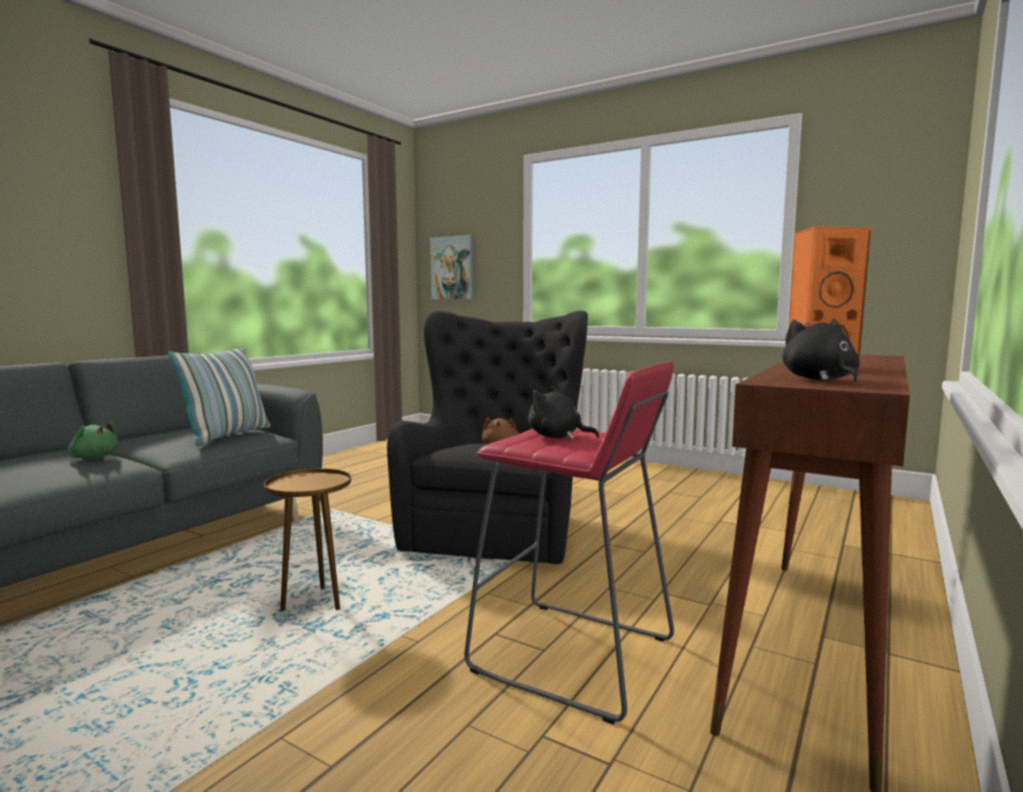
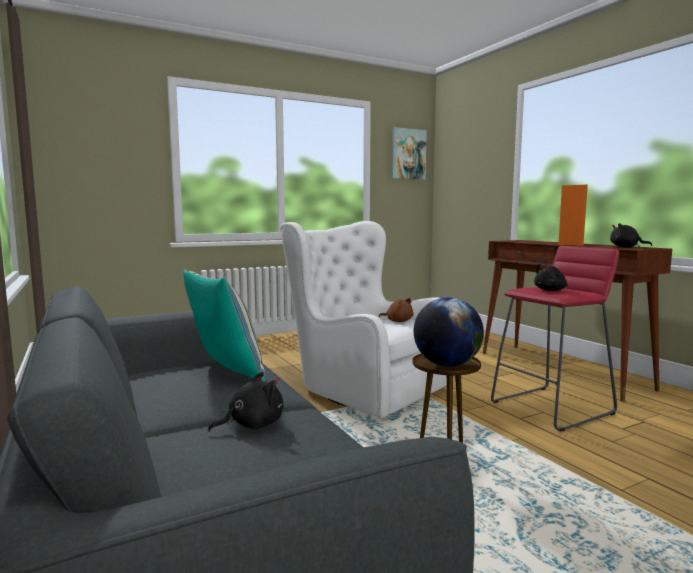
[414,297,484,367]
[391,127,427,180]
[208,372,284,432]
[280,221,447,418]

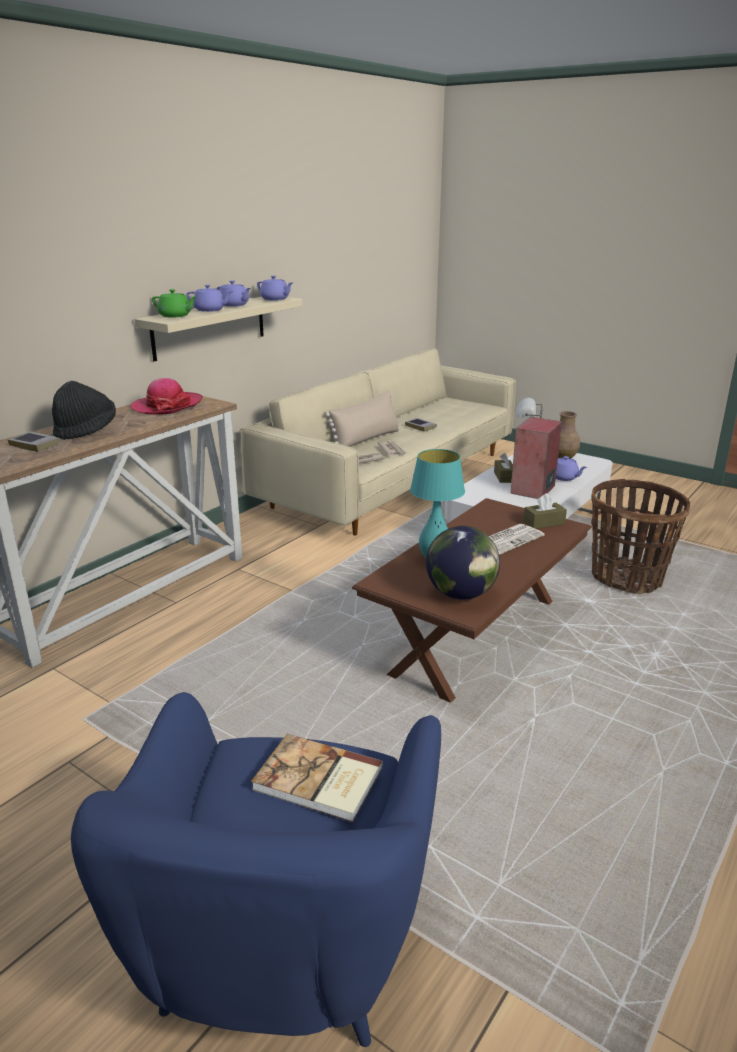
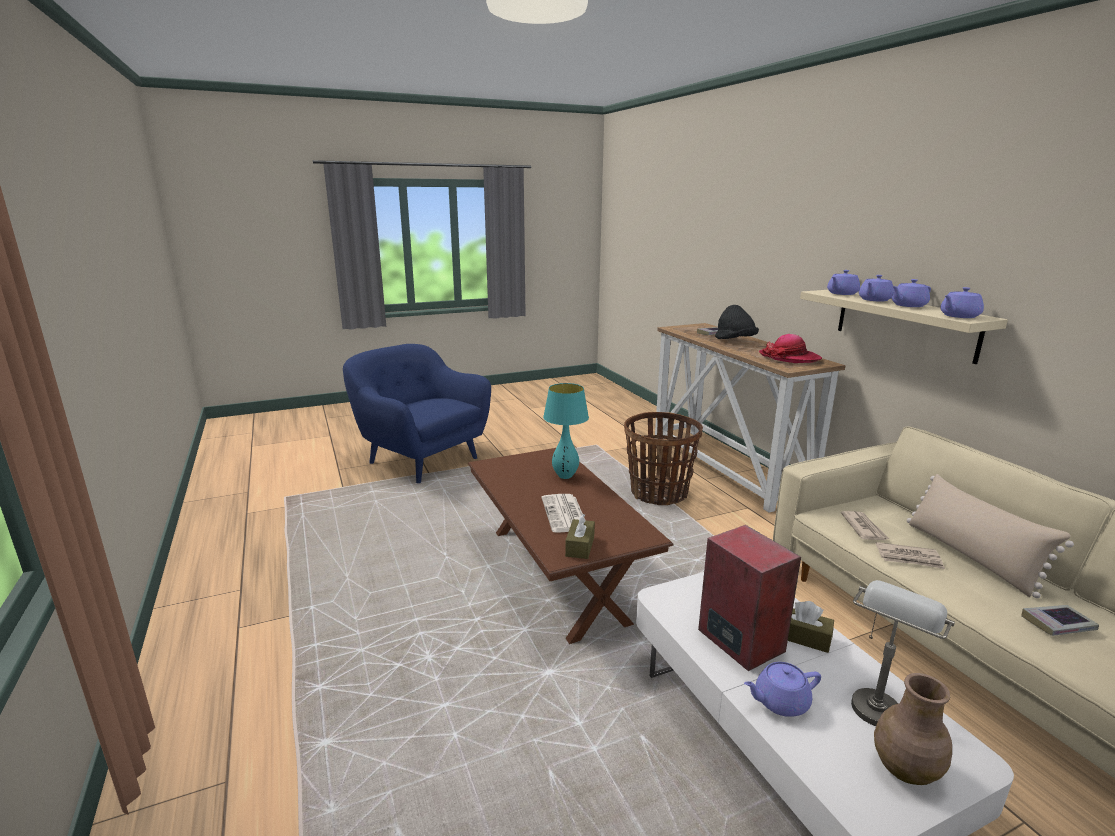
[251,734,383,822] (first image)
[426,526,500,600] (first image)
[624,412,703,505]
[827,270,860,295]

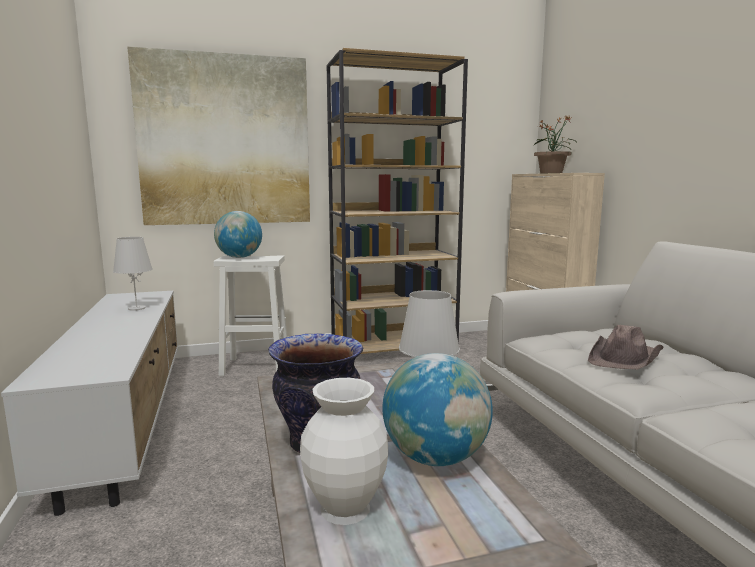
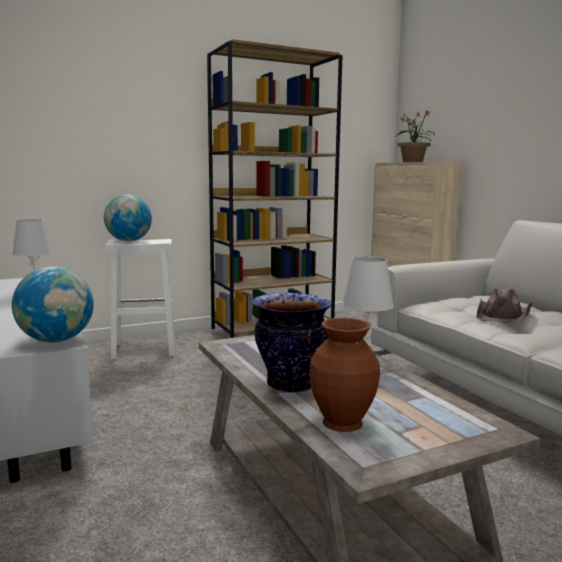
[127,47,310,225] (first image)
[12,266,94,342]
[309,318,380,432]

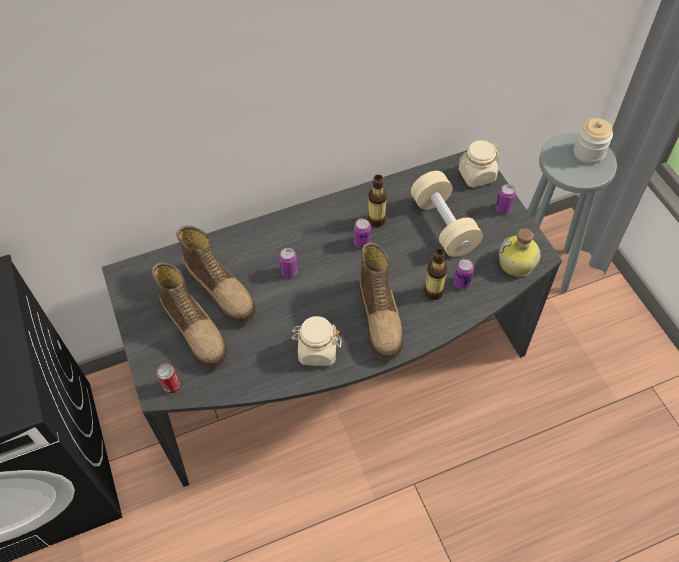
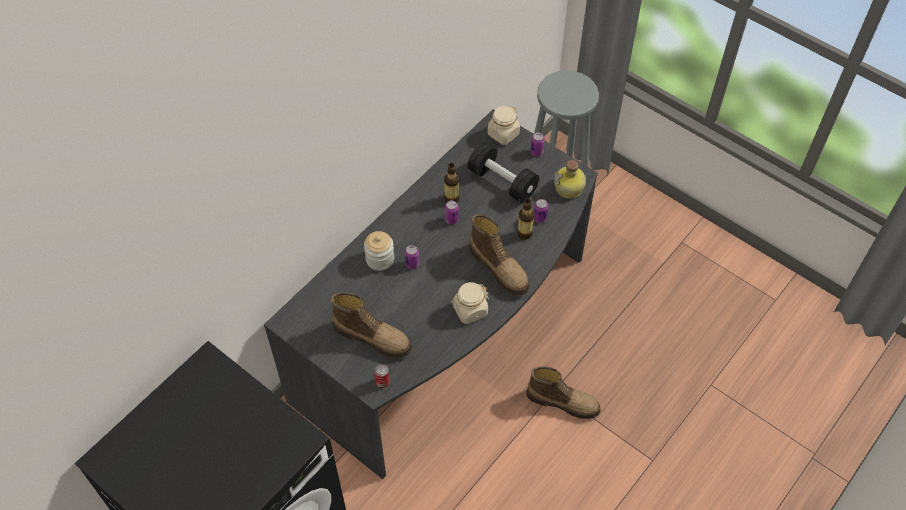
[527,366,601,419]
[364,231,394,271]
[468,142,539,203]

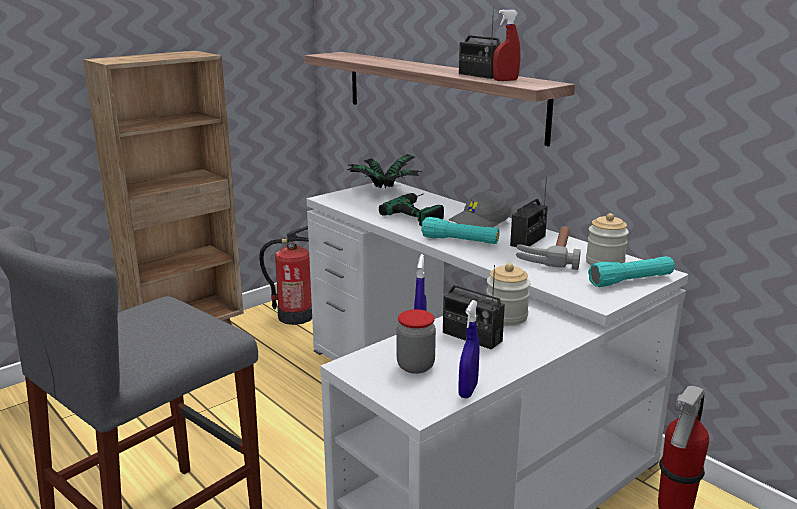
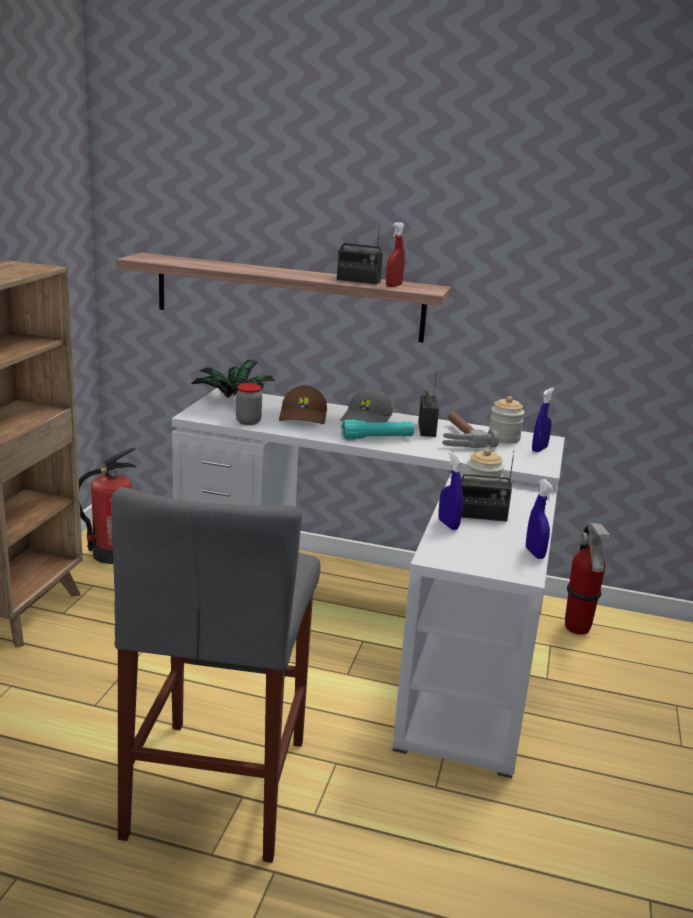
[236,383,262,425]
[279,385,327,424]
[532,388,554,452]

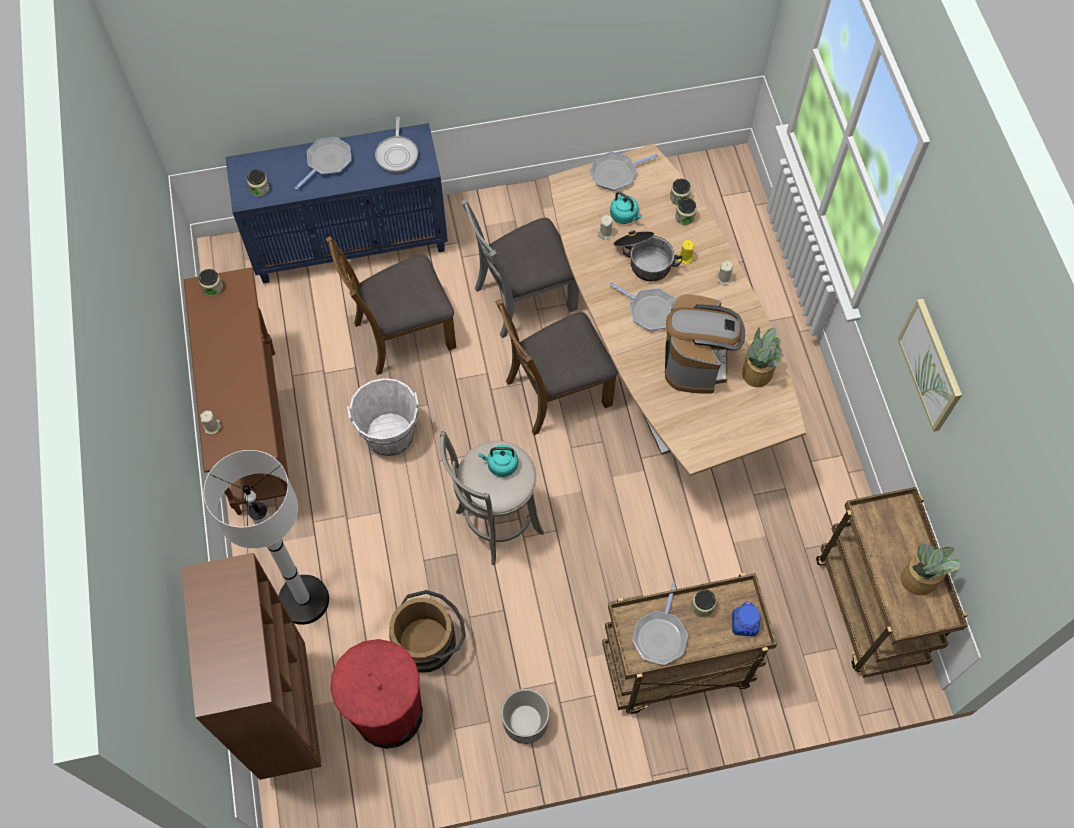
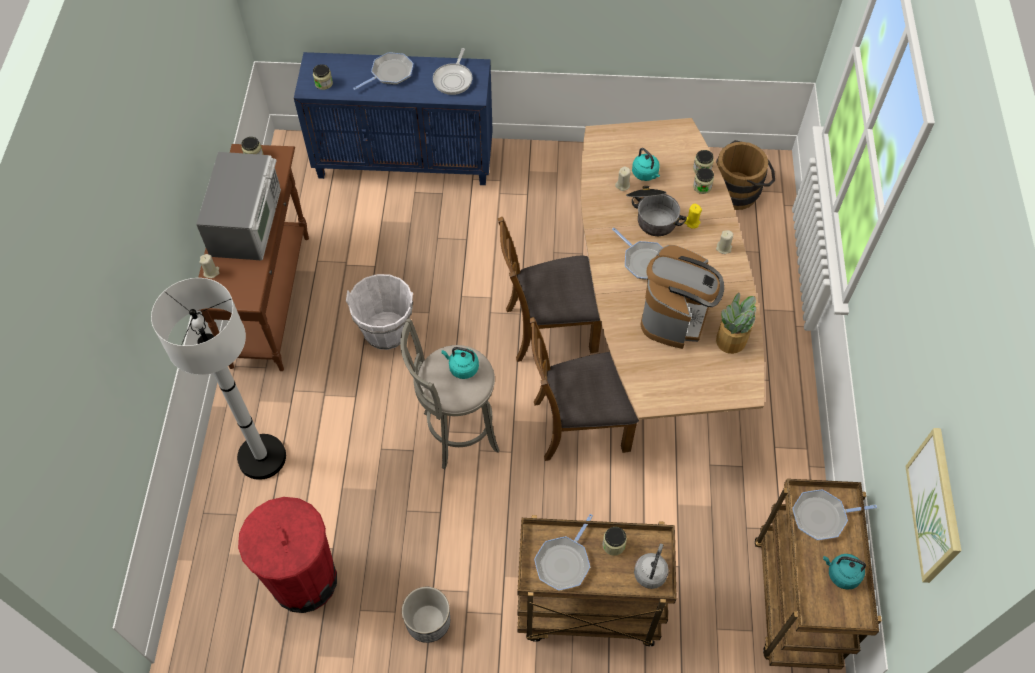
[181,553,321,780] (first image)
[461,198,579,338] (first image)
[196,152,281,260]
[529,317,639,461]
[716,140,775,210]
[792,489,877,540]
[905,428,961,583]
[634,544,669,589]
[823,554,866,590]

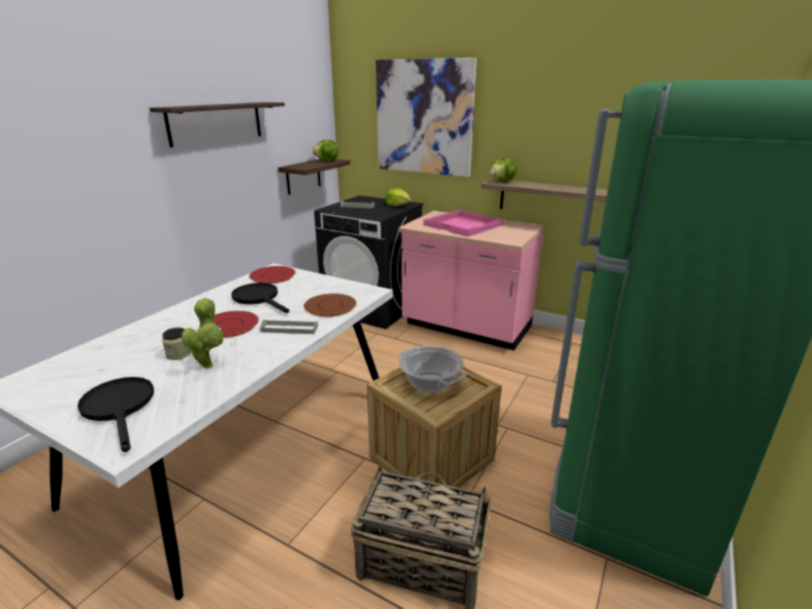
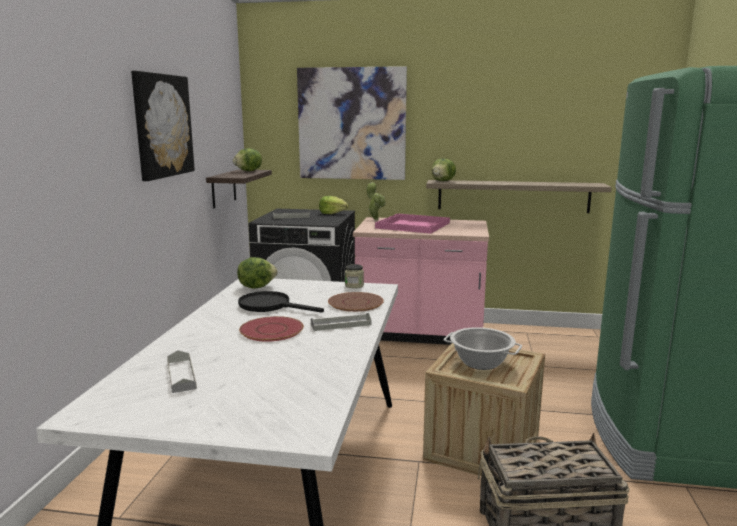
[77,377,154,452] (first image)
[167,350,197,393]
[345,264,364,288]
[366,182,386,220]
[131,71,195,181]
[237,257,278,289]

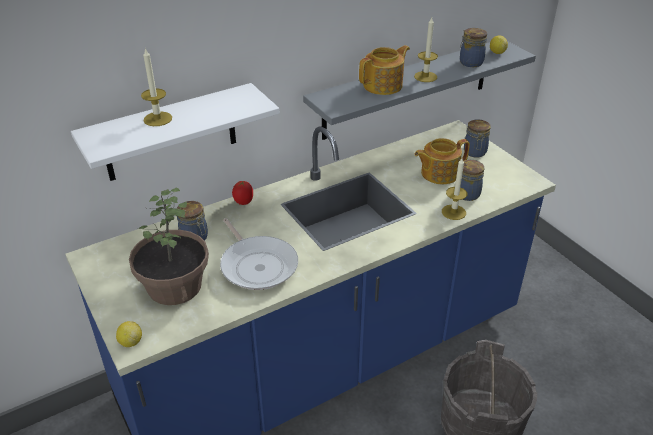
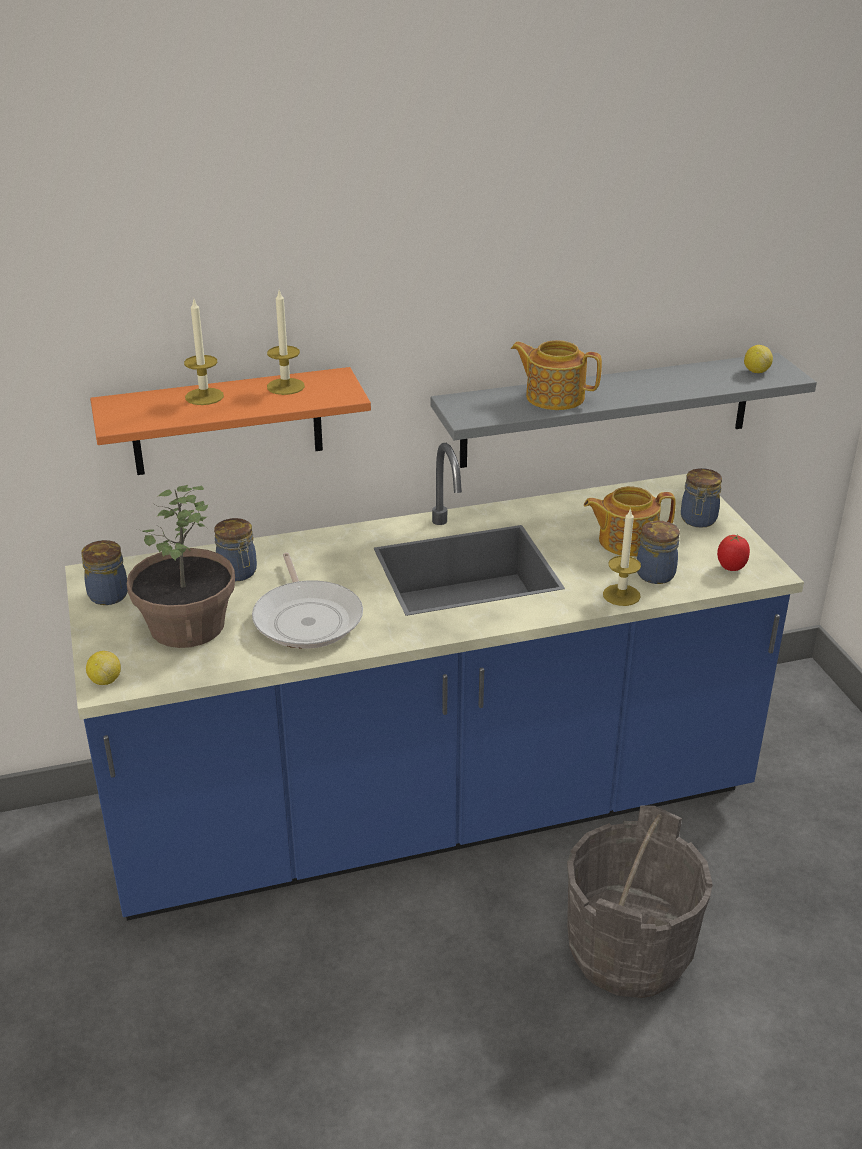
[717,534,750,571]
[267,291,305,395]
[81,540,128,605]
[90,367,371,475]
[511,340,602,410]

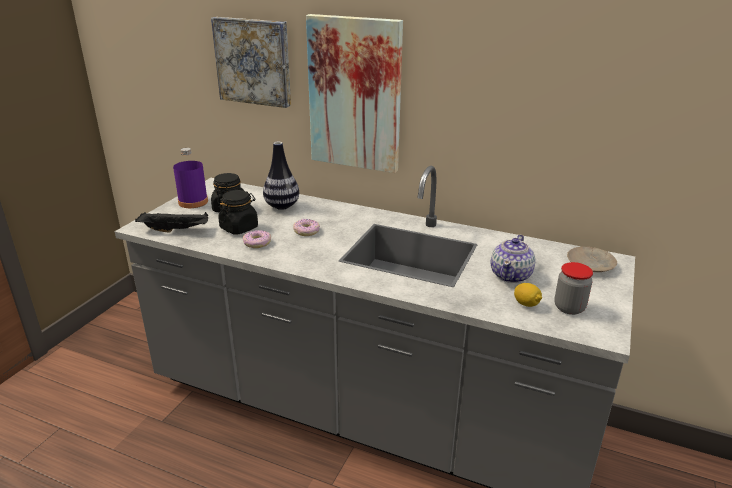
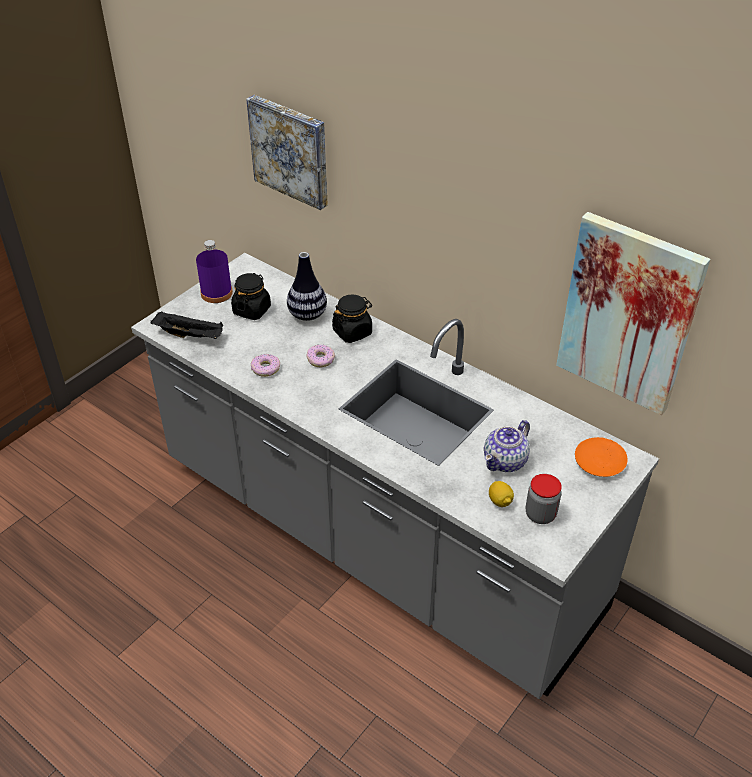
[332,294,372,343]
[556,212,710,415]
[575,437,627,477]

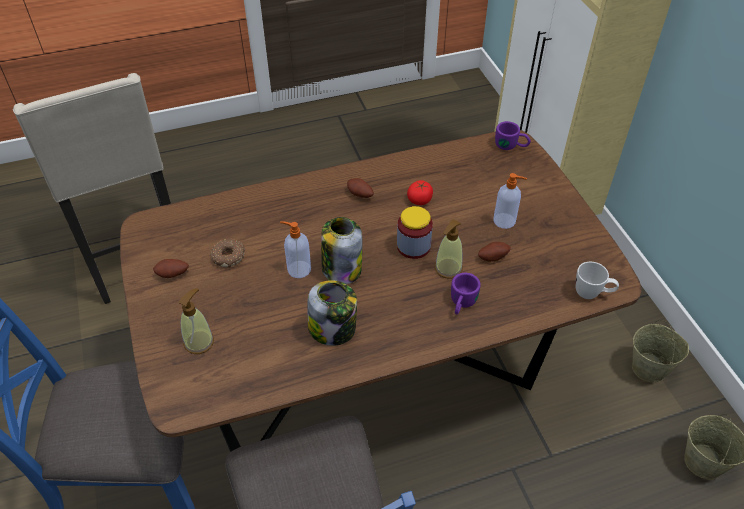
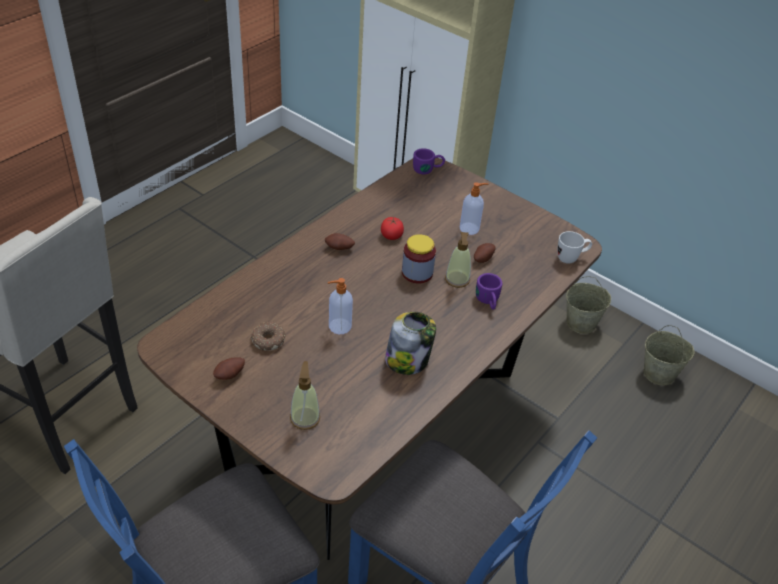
[321,217,362,284] (first image)

